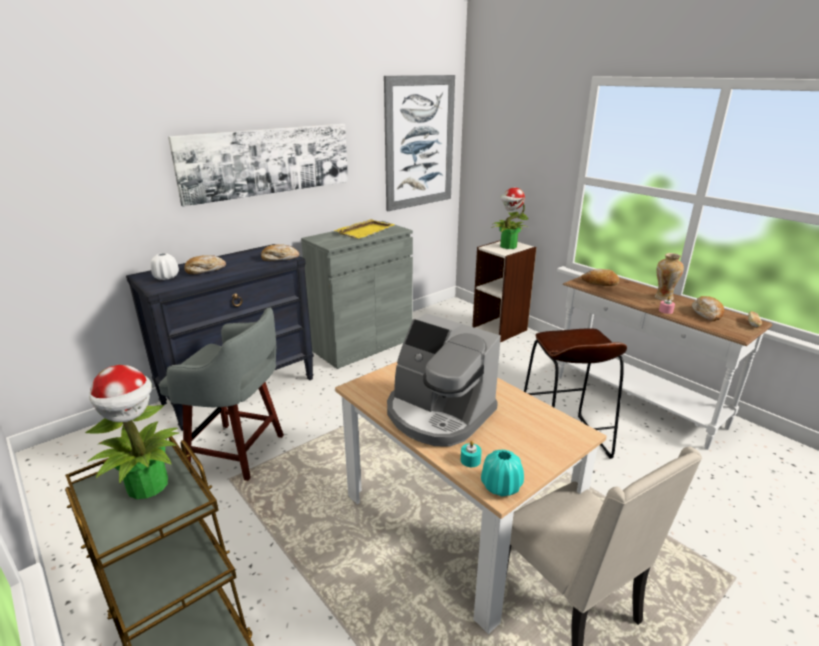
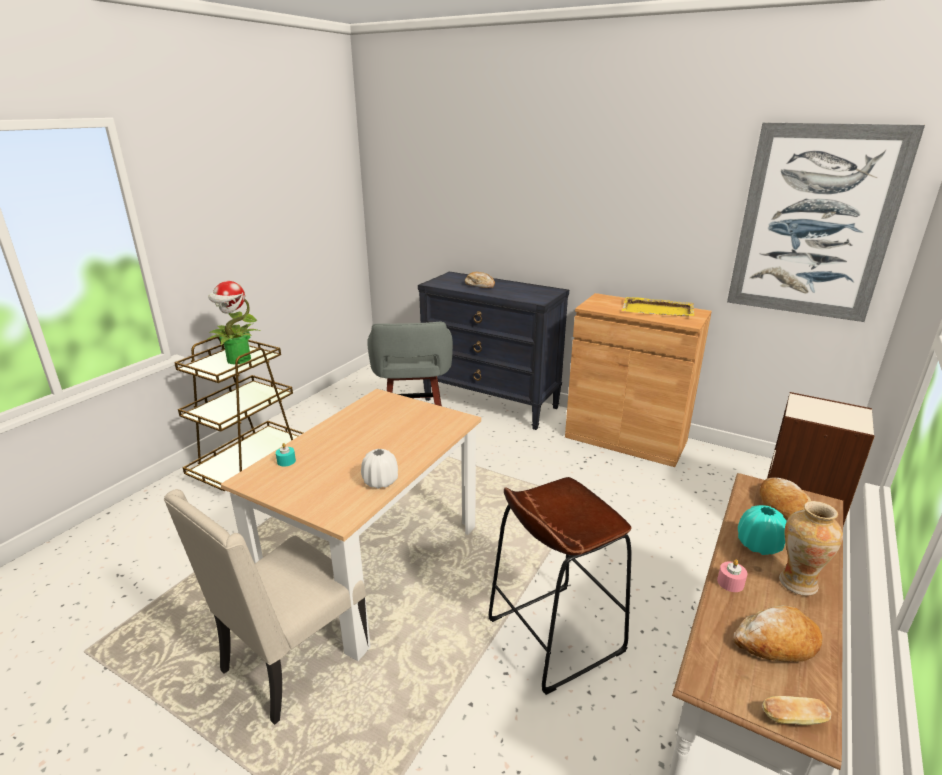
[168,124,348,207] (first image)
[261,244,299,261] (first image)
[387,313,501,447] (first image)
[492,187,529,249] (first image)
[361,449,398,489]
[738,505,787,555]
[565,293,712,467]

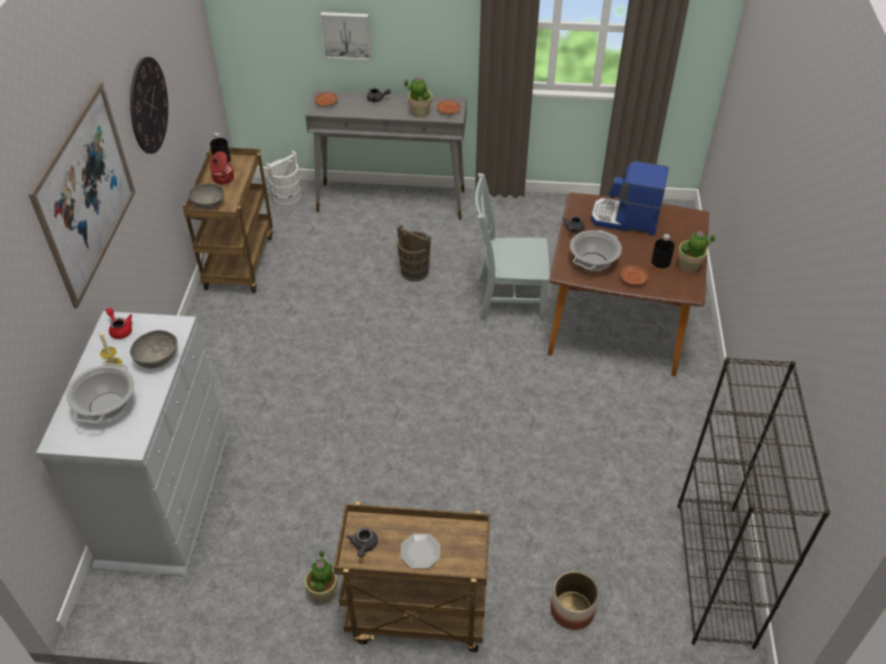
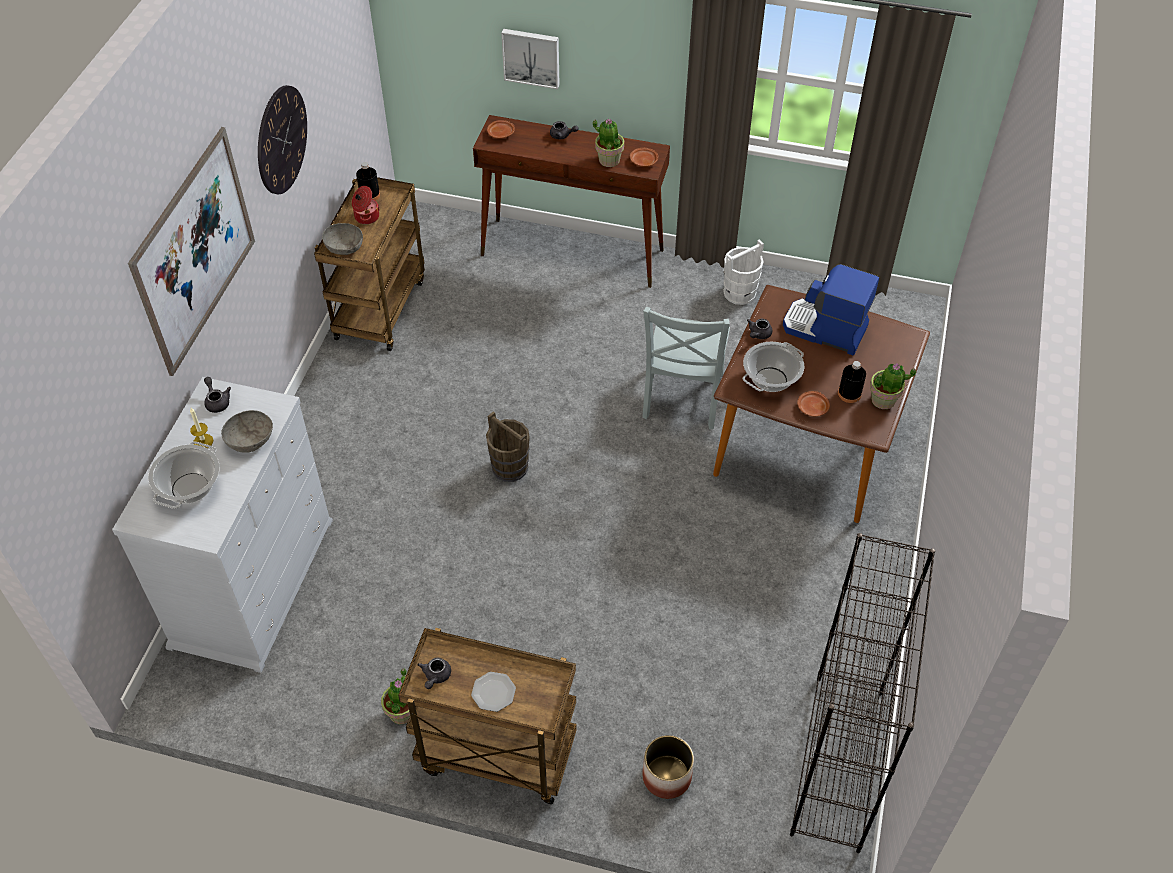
[724,240,764,305]
[486,411,530,482]
[204,377,231,413]
[473,115,670,288]
[642,307,730,429]

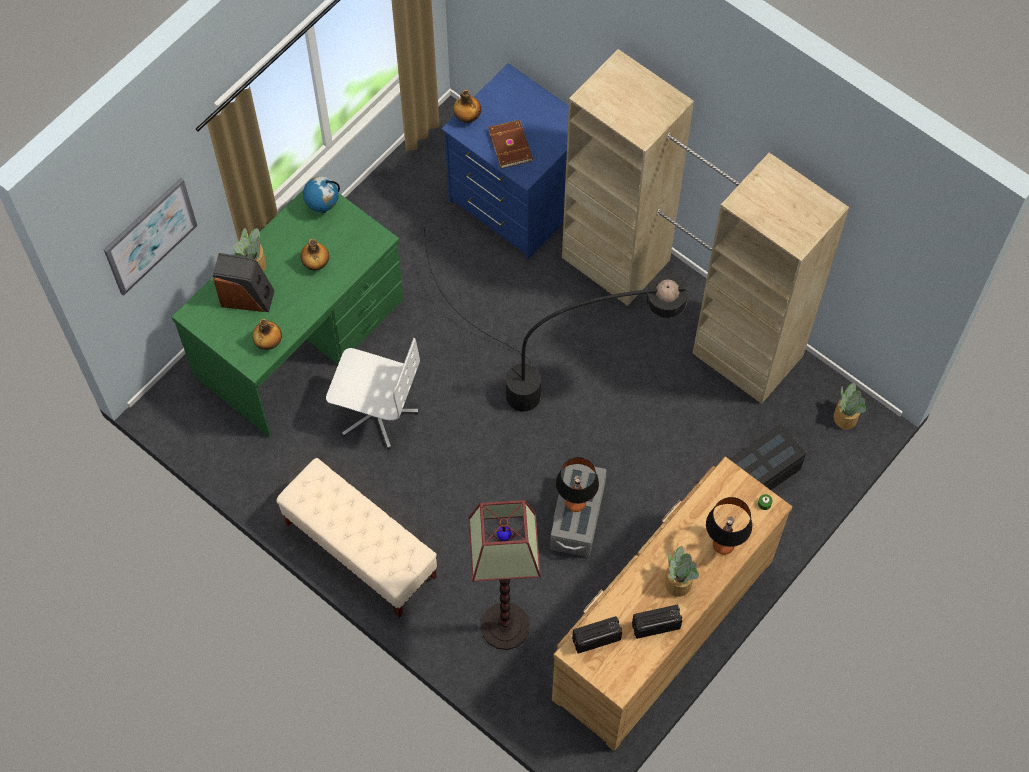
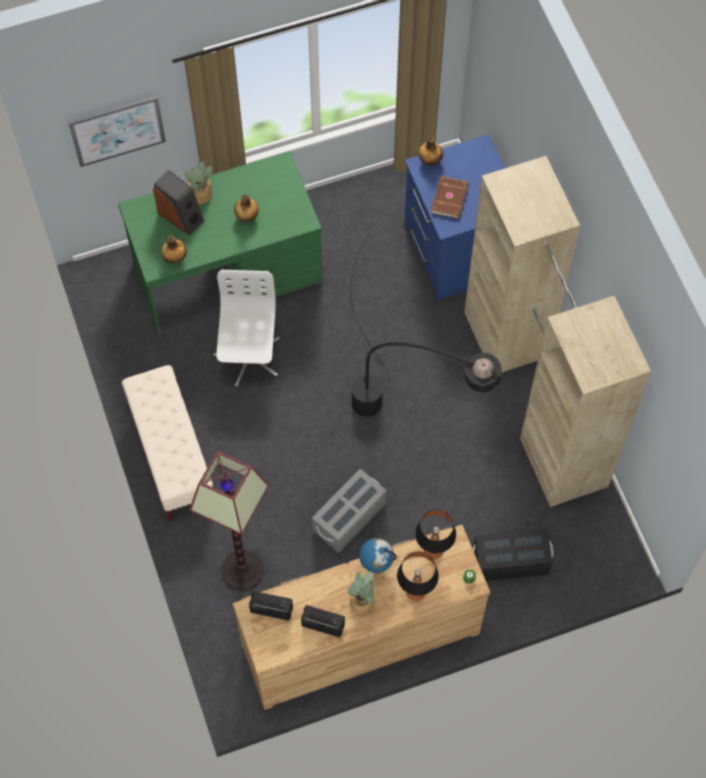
[834,383,866,430] (first image)
[359,538,397,573]
[415,509,456,560]
[213,270,281,388]

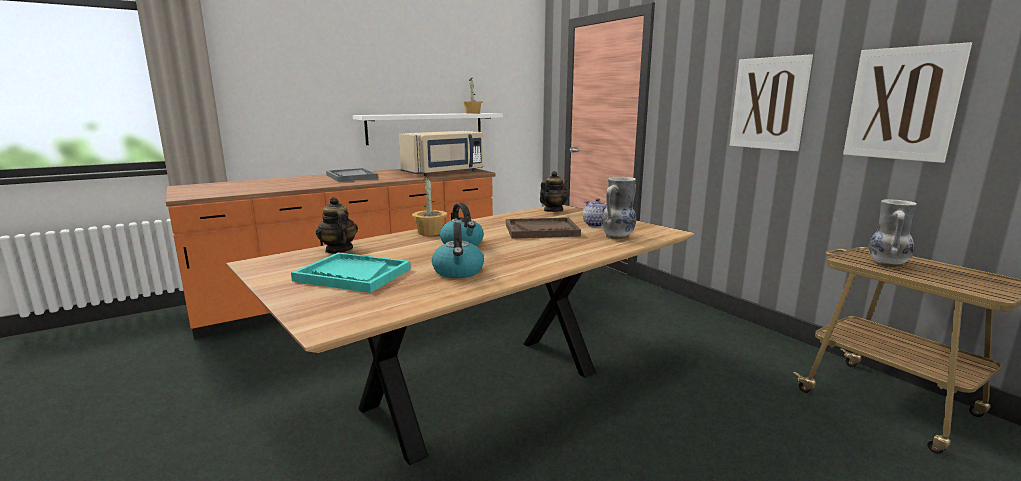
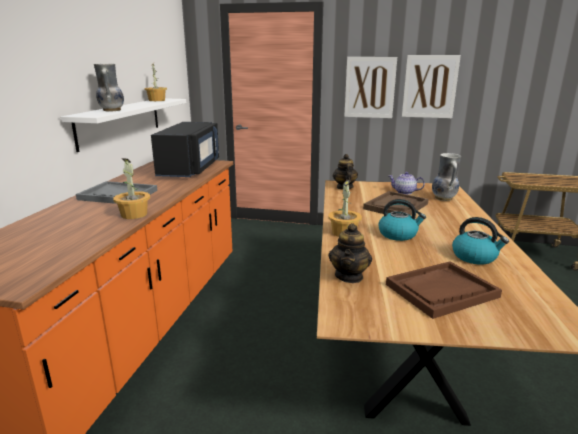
[113,158,150,219]
[344,57,397,118]
[94,64,124,112]
[386,261,502,319]
[151,122,219,177]
[328,223,372,283]

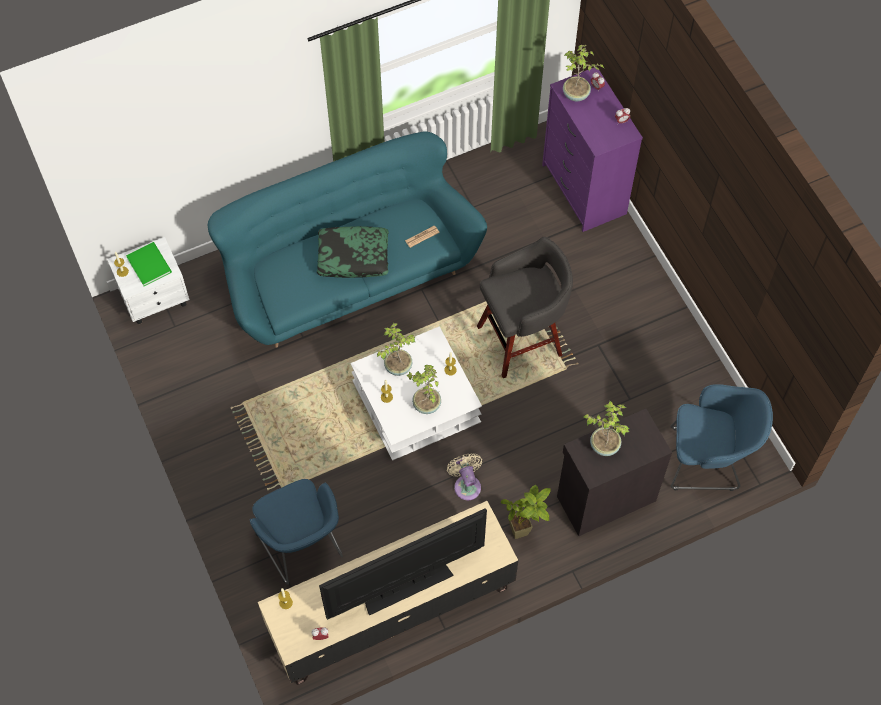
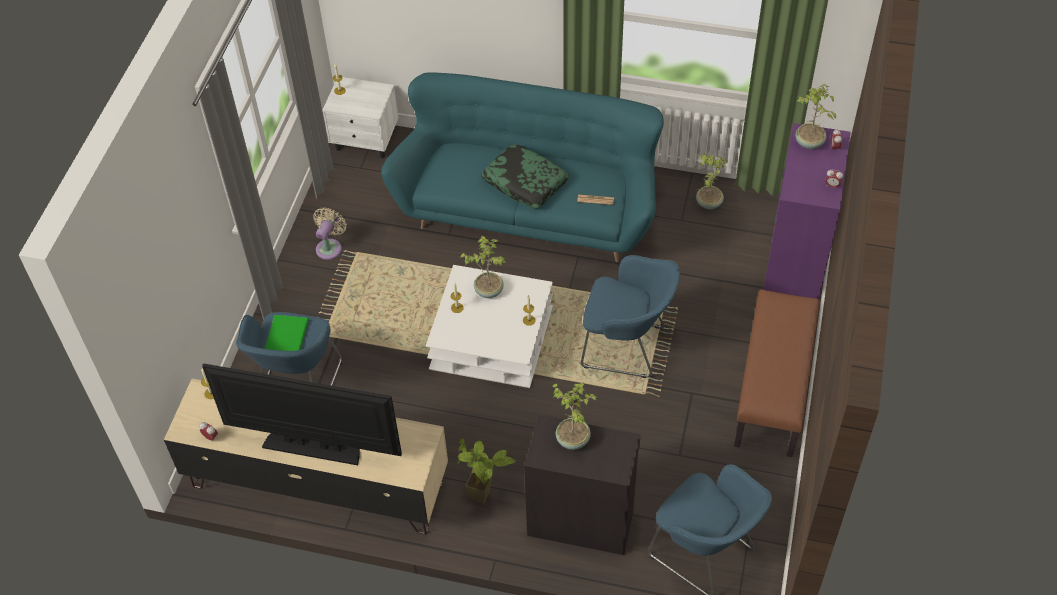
[734,290,820,457]
[265,315,309,351]
[696,153,728,209]
[313,207,347,260]
[581,255,680,378]

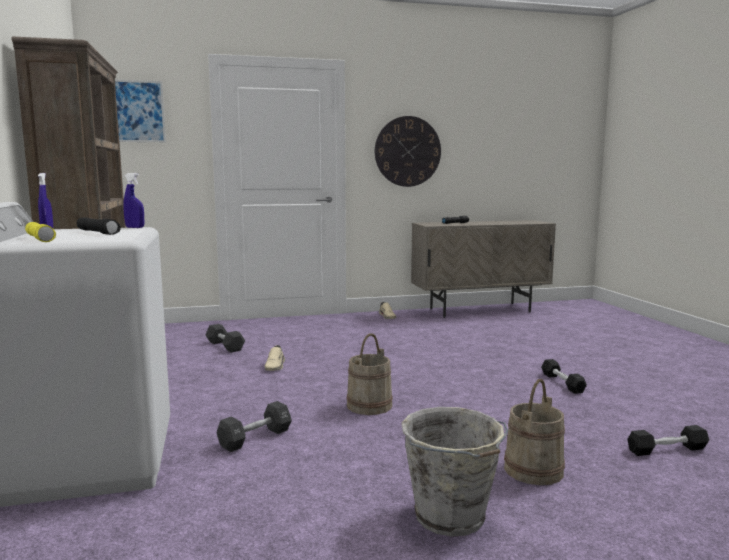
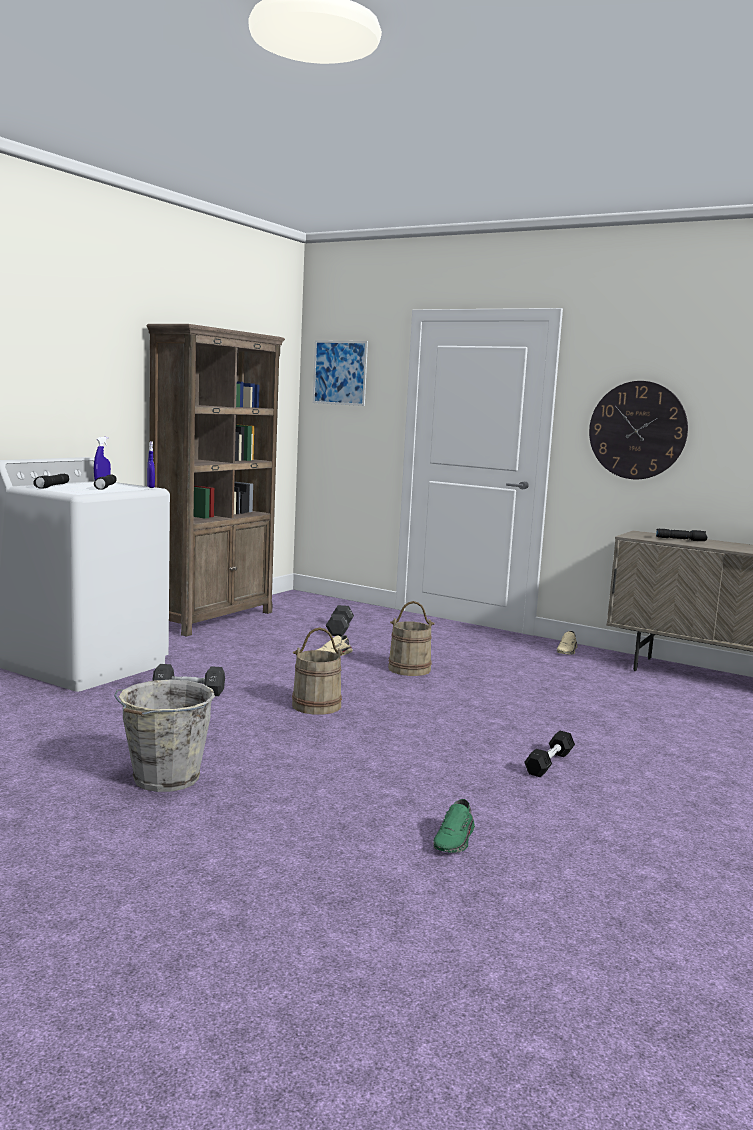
[388,601,435,676]
[433,799,475,853]
[33,474,69,489]

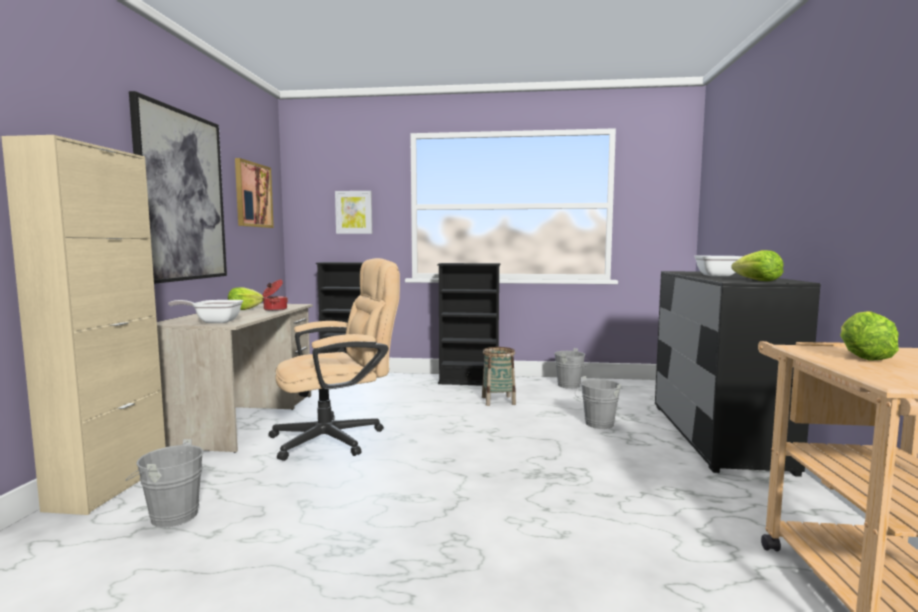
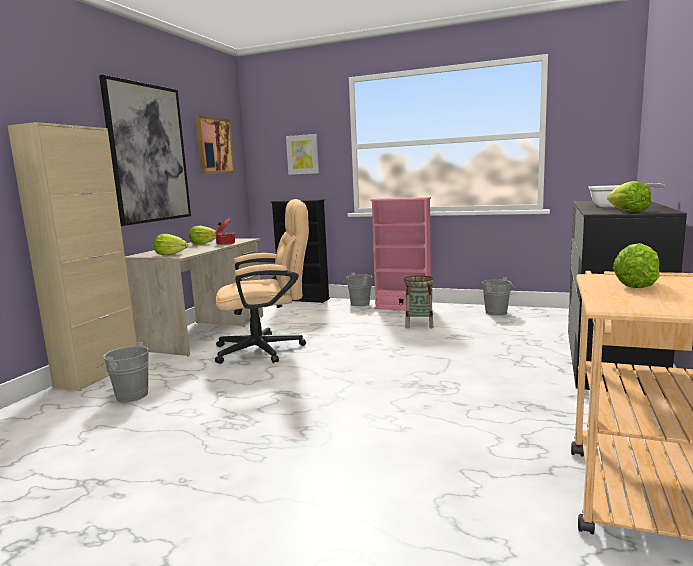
[342,272,372,307]
[154,234,188,255]
[370,197,431,310]

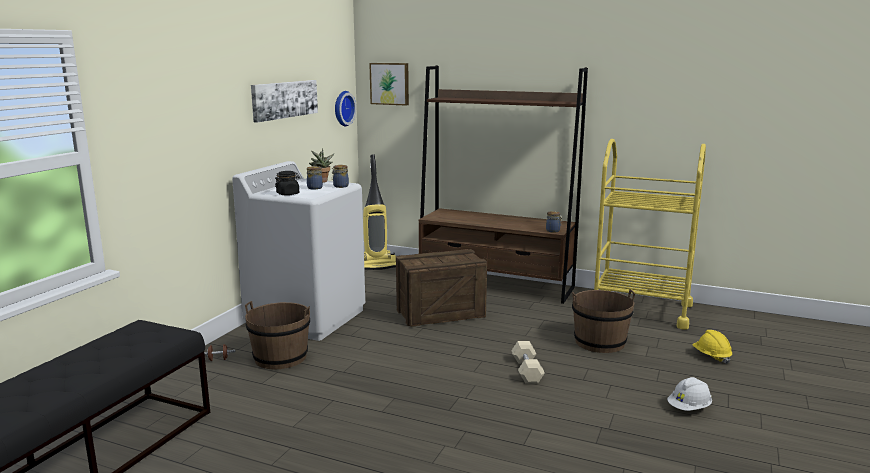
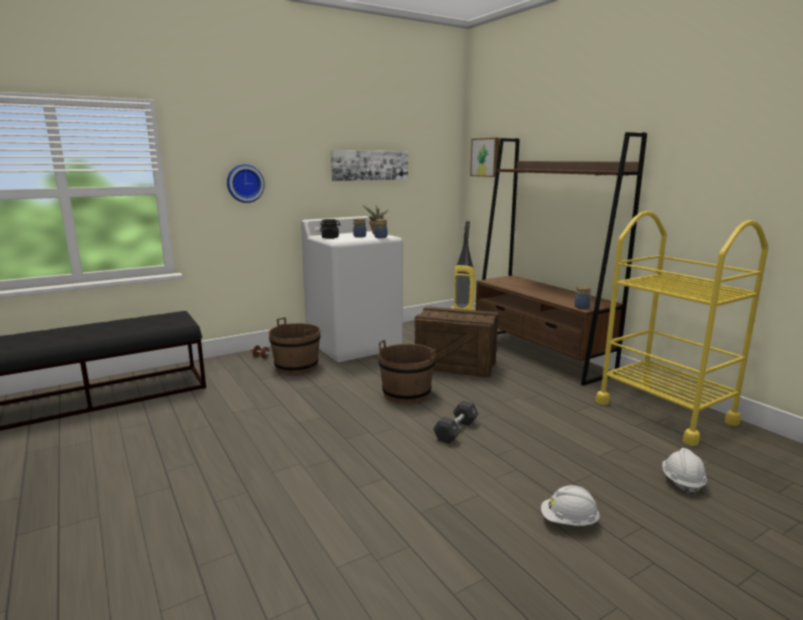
[227,164,265,203]
[378,340,436,404]
[433,401,479,444]
[662,448,707,496]

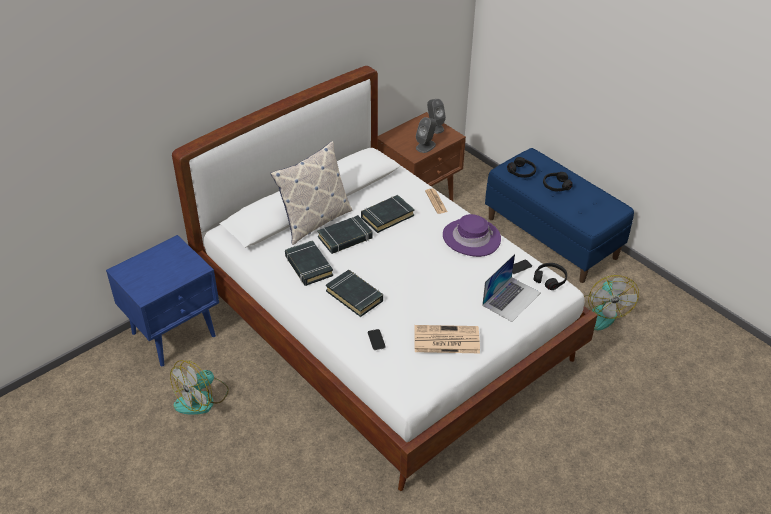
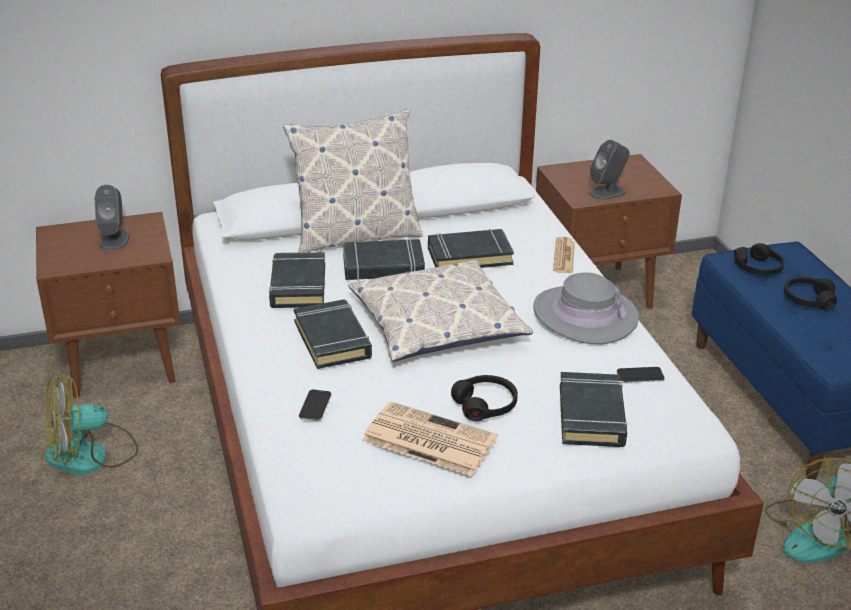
[348,260,533,362]
[94,185,130,251]
[451,375,518,421]
[560,372,628,447]
[36,212,181,398]
[533,272,639,344]

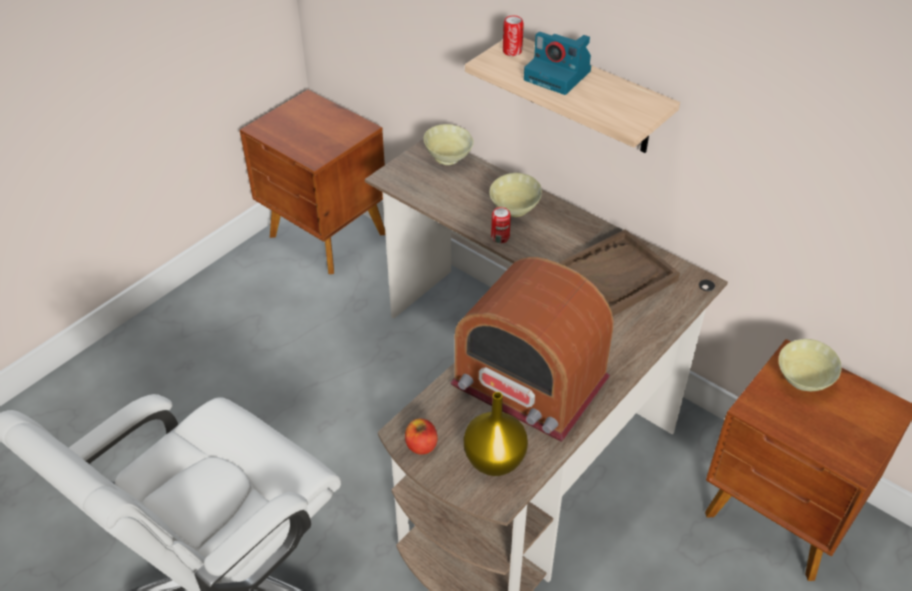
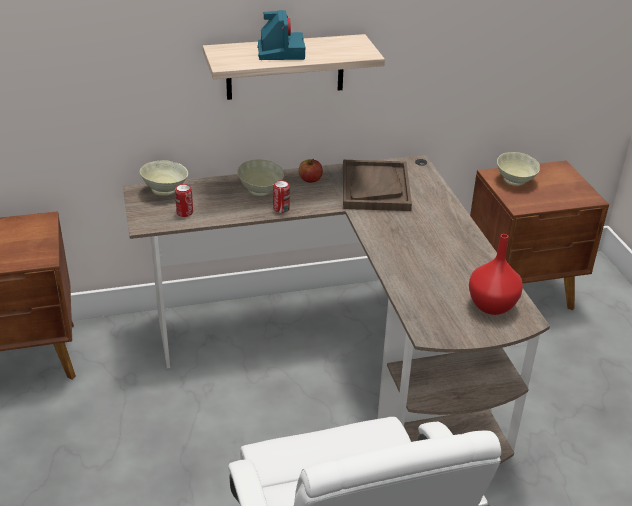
[450,257,614,442] (first image)
[299,159,323,183]
[175,184,193,217]
[469,234,523,315]
[257,10,305,60]

